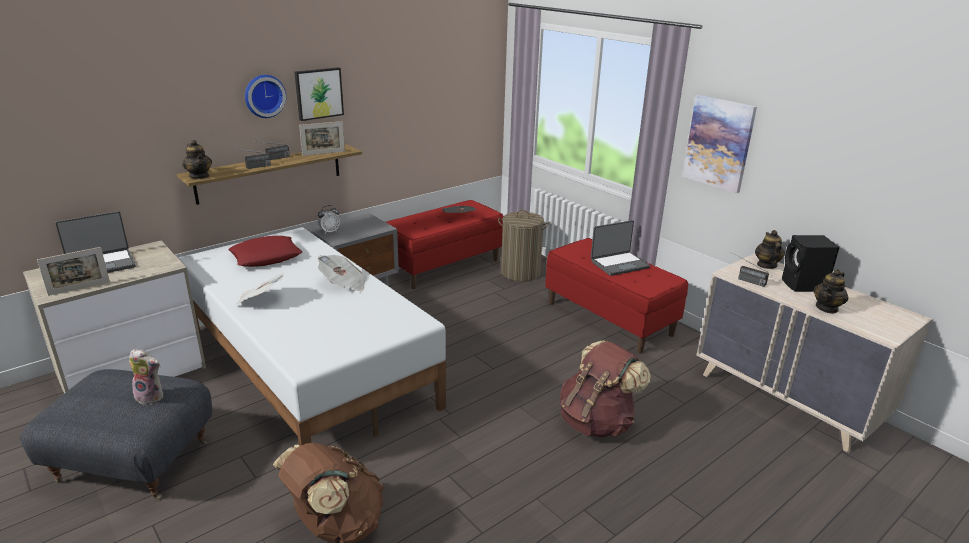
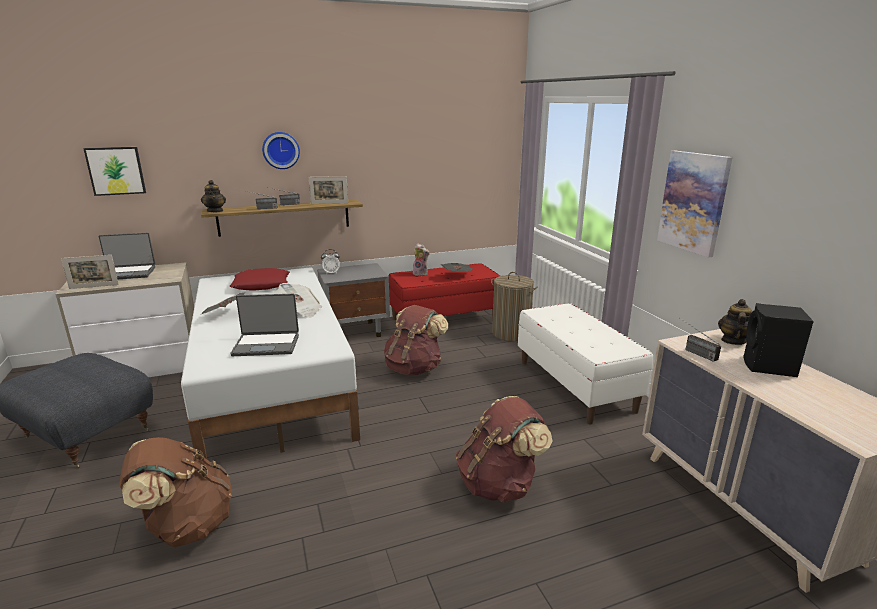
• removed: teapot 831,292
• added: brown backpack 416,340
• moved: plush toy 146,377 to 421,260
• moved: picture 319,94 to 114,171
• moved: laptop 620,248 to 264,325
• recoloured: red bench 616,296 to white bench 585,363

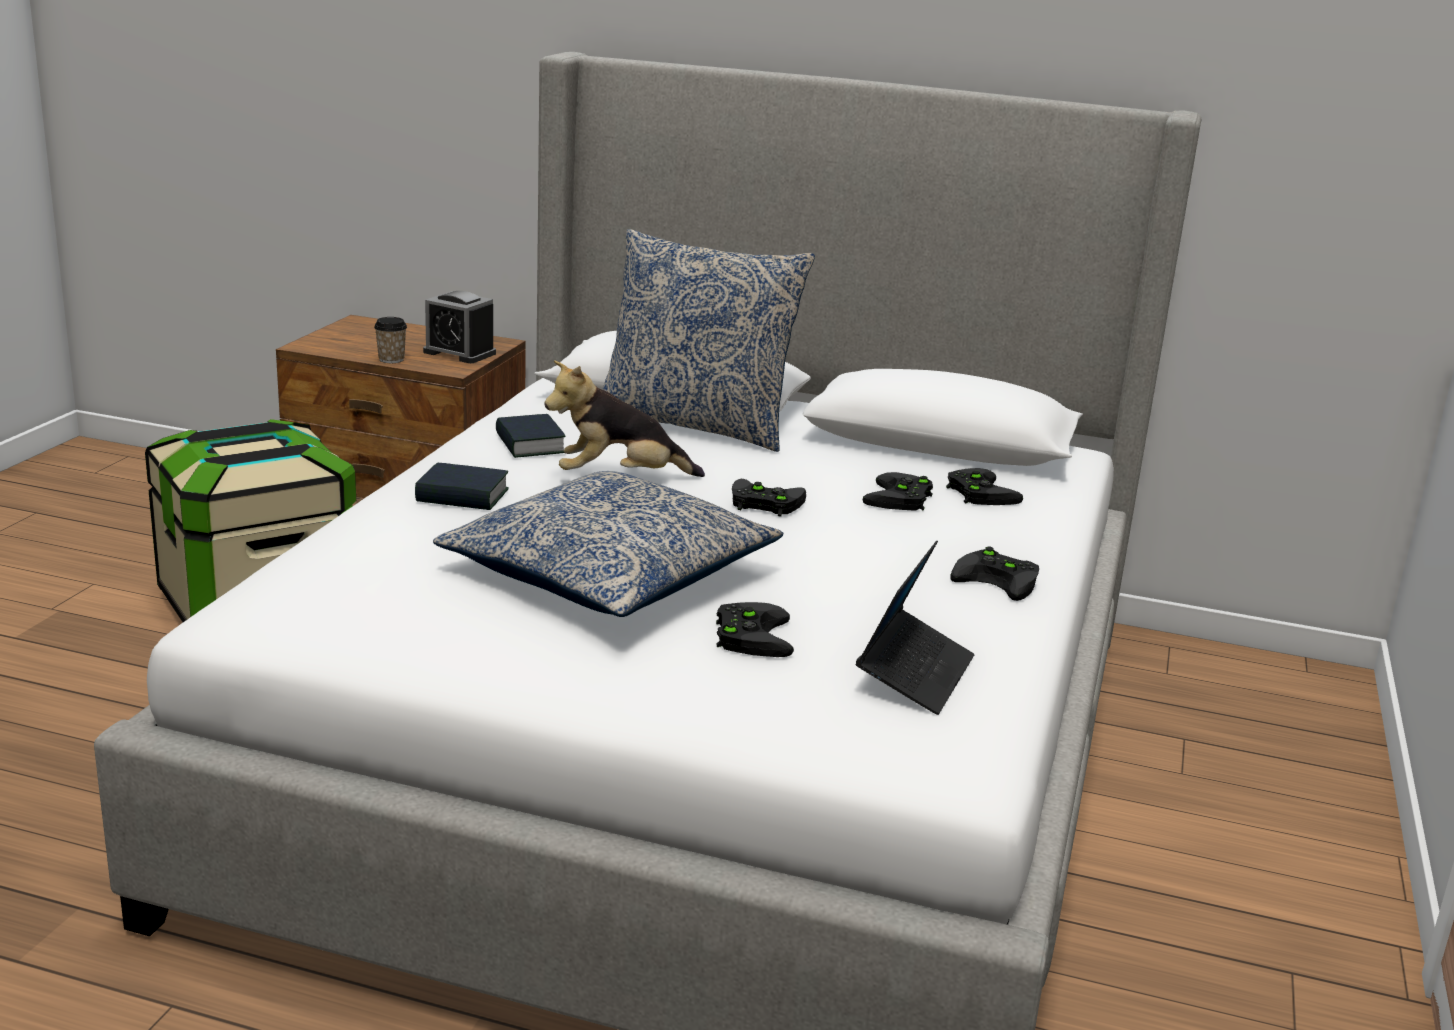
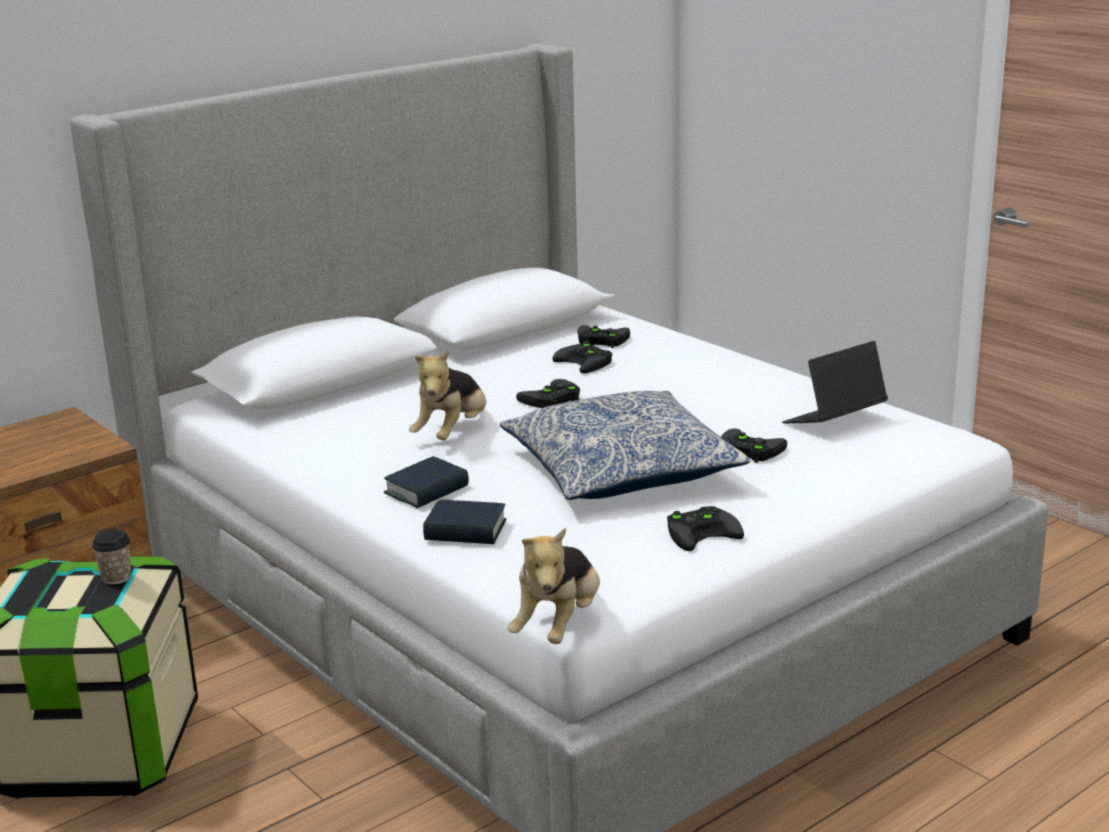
• removed: alarm clock 459,327
• removed: pillow 708,340
• added: plush toy 554,586
• moved: cup 390,340 to 111,557
• moved: book 531,436 to 464,522
• moved: black game controller 994,573 to 705,528
• turned: laptop 915,627 = 835,382 90 degrees counterclockwise

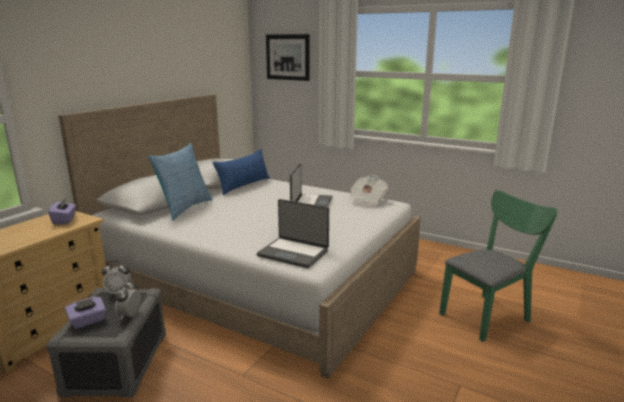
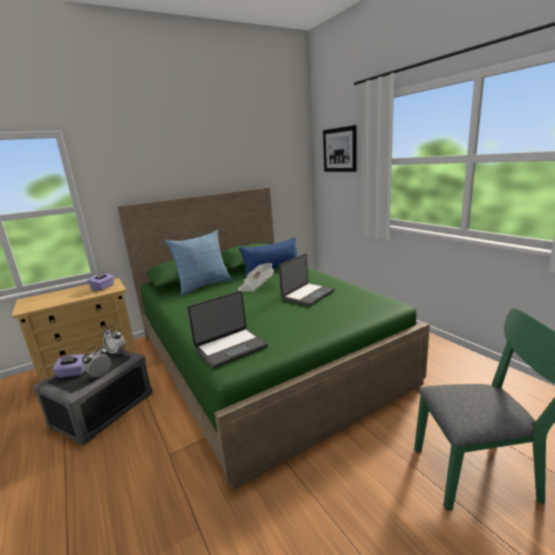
• moved: newspaper 369,191 to 256,277
• recoloured: white bed 240,236 to green bed 273,338
• turned: laptop 293,233 = 227,330 90 degrees counterclockwise

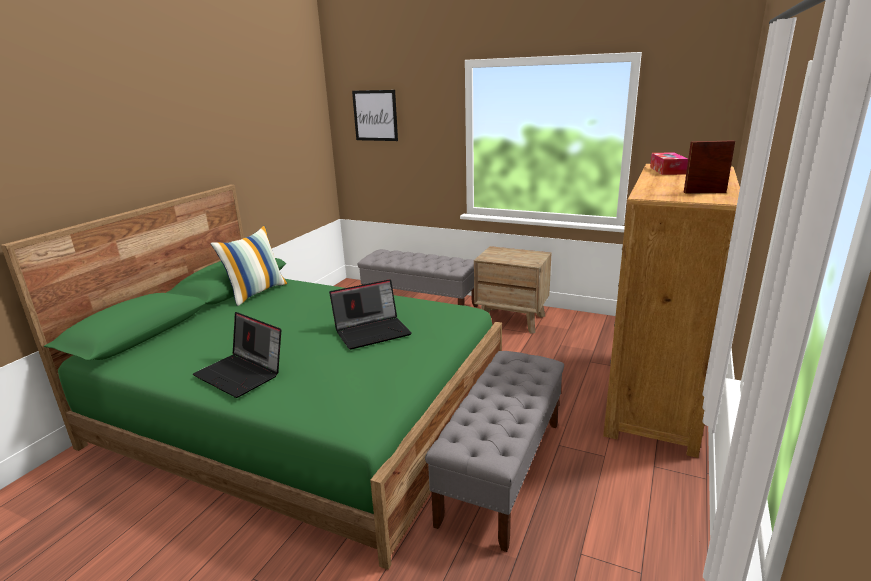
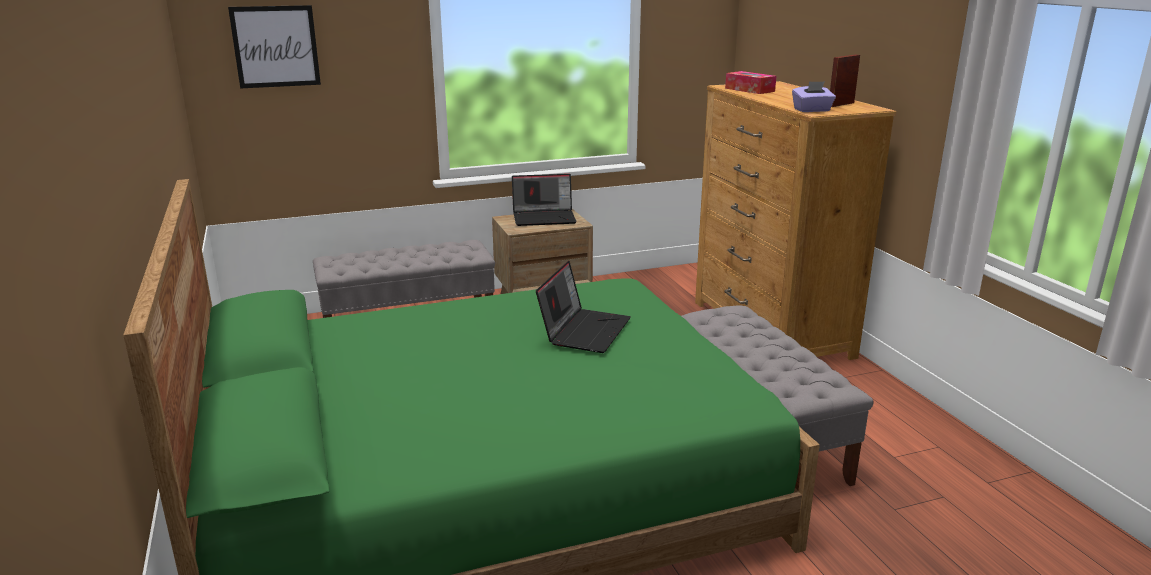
• removed: pillow 249,266
• added: purple tissue box 814,96
• moved: laptop 237,355 to 544,200

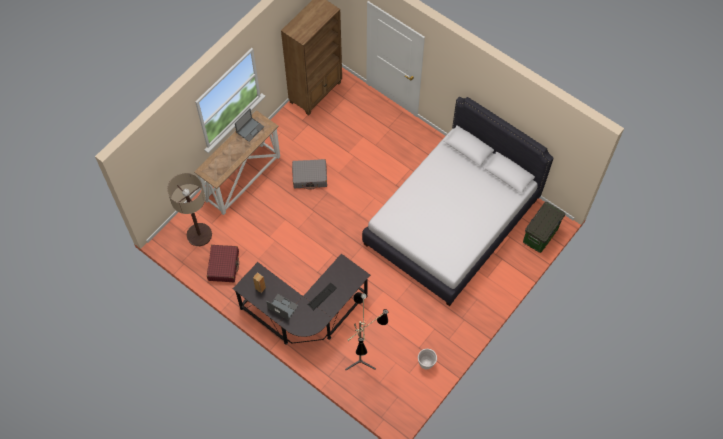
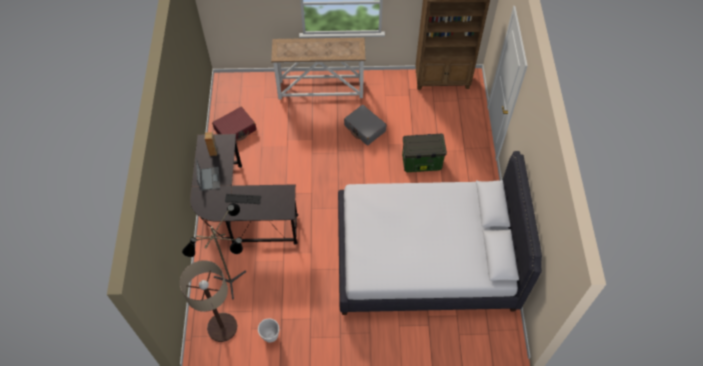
• removed: laptop 249,125
• moved: floor lamp 189,209 to 208,301
• moved: storage box 544,227 to 424,153

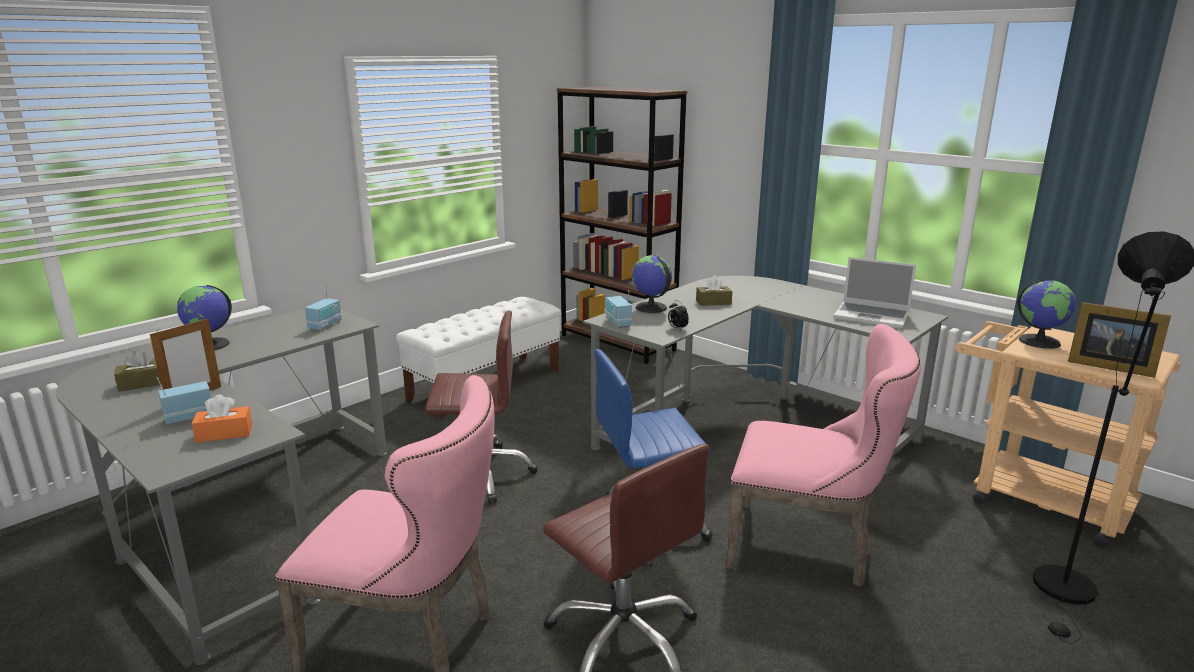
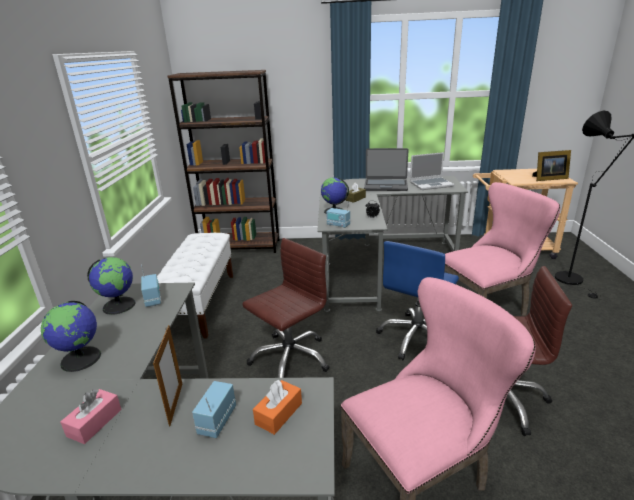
• added: laptop 386,169
• moved: globe 1046,314 to 111,286
• recoloured: brown tissue box 137,371 to pink tissue box 91,416

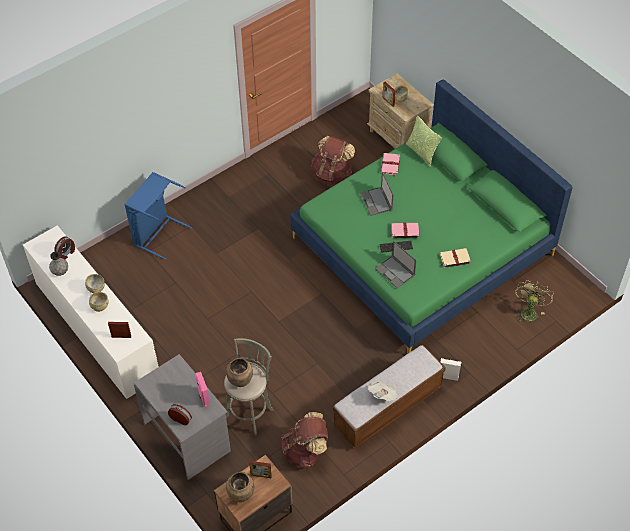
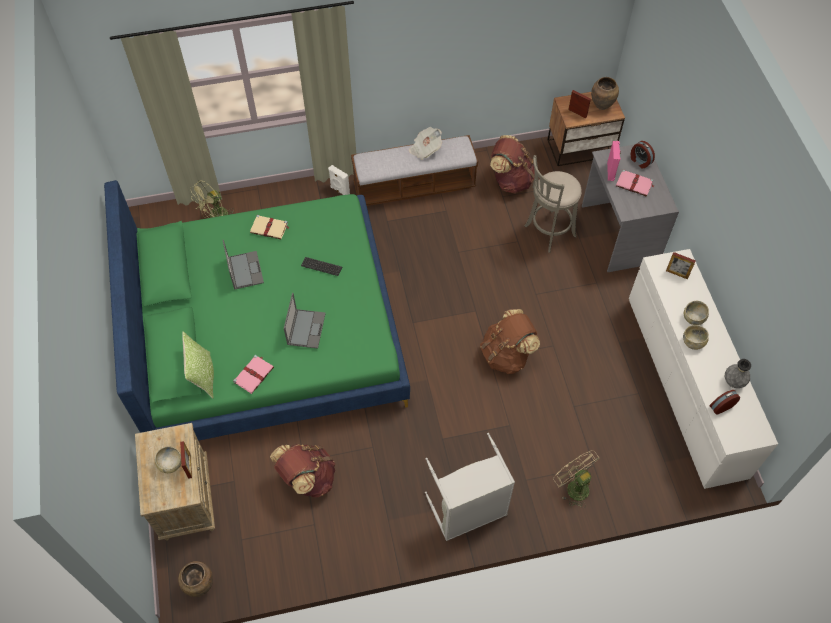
• added: grey laundry basket 470,487
• added: brown backpack 510,342
• moved: brown vase 239,372 to 195,579
• moved: laptop 396,264 to 243,265
• moved: pink book 404,231 to 635,183
• replaced: blue laundry basket 158,216 to beige fan 576,479

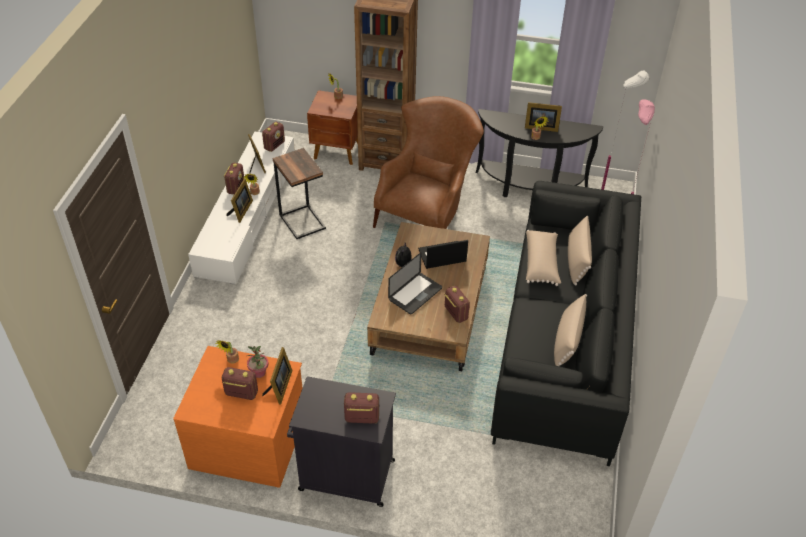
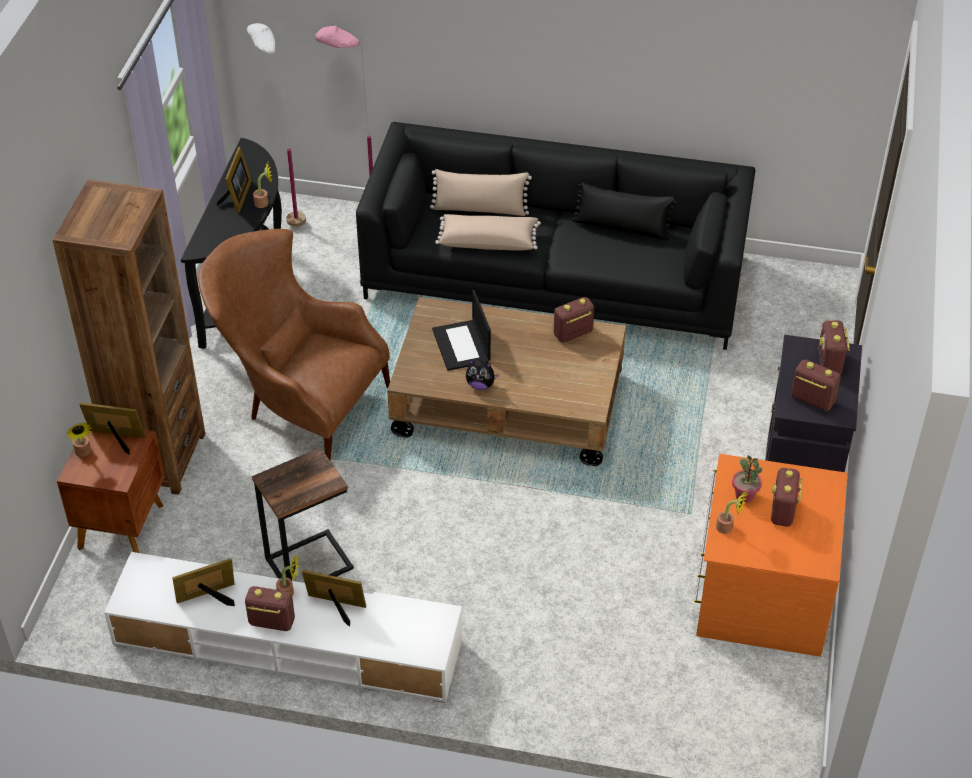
• removed: laptop 415,283
• moved: radio 273,137 to 816,385
• moved: picture frame 277,376 to 112,428
• recoloured: beige pillow 570,330 to black pillow 624,211

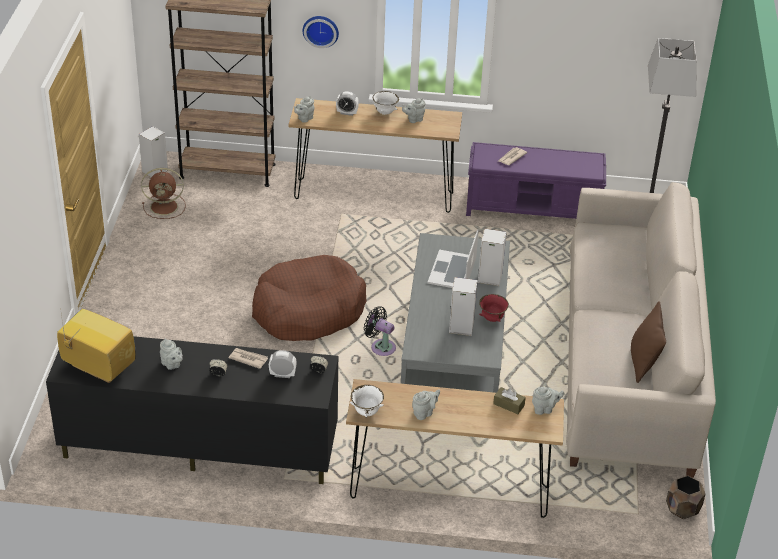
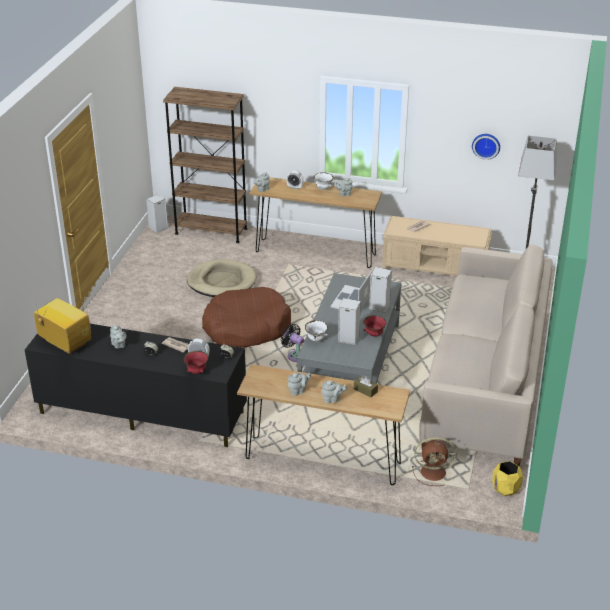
• removed: brown pillow 648,342
• added: red bowl 196,362
• added: beige dog bed 221,278
• moved: brown fan 163,193 to 434,461
• moved: wall clock 321,32 to 486,147
• moved: white bowl 367,401 to 316,331
• moved: grey teapot 548,401 to 334,391
• recoloured: purple bench 536,180 to beige bench 437,246
• recoloured: brown planter 685,497 to yellow planter 507,478

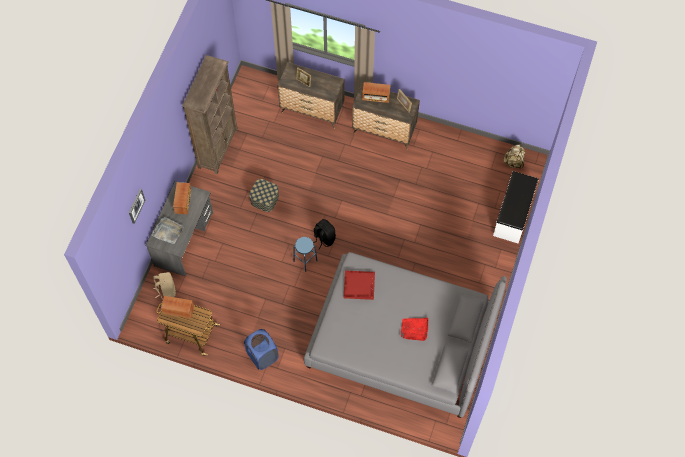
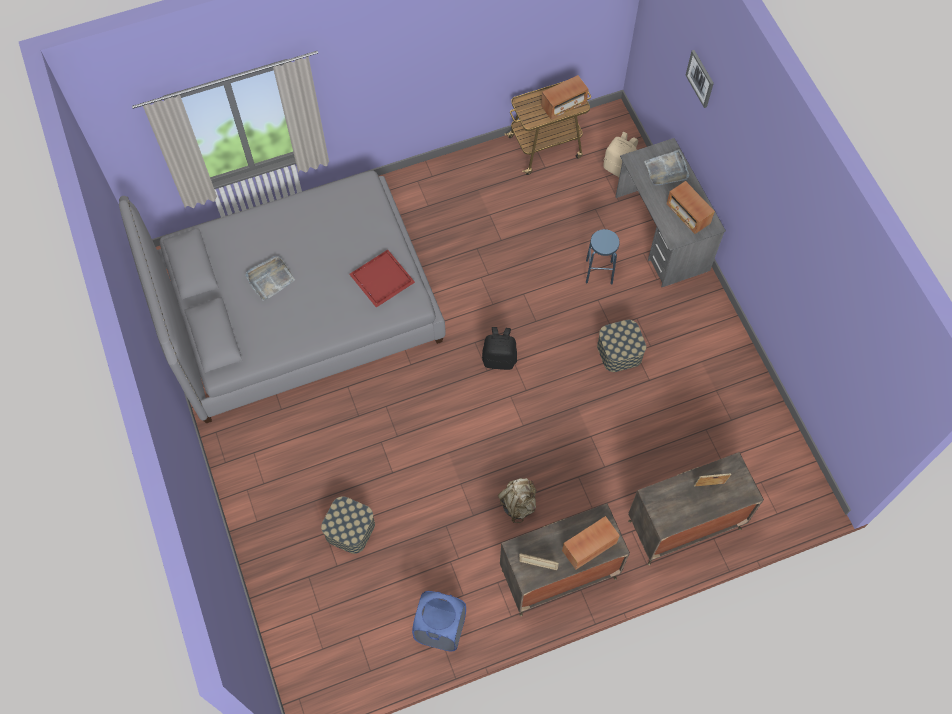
• removed: brown bookcase 210,114
• removed: white bench 516,207
• added: storage box 348,525
• moved: blue laundry basket 261,349 to 439,621
• moved: blue stool 305,254 to 603,257
• moved: beige backpack 515,156 to 517,500
• recoloured: red tray 414,329 to grey tray 270,278

